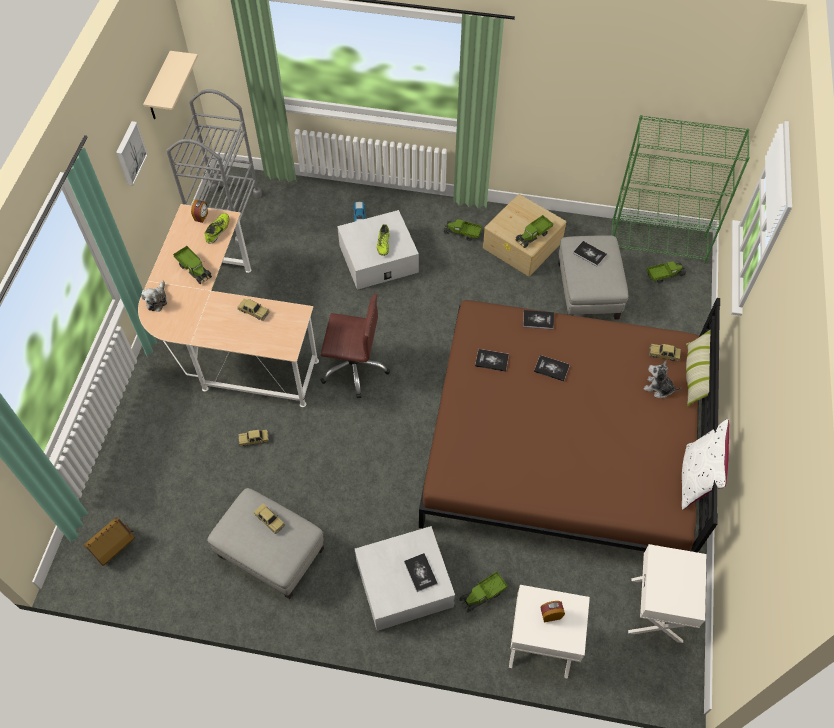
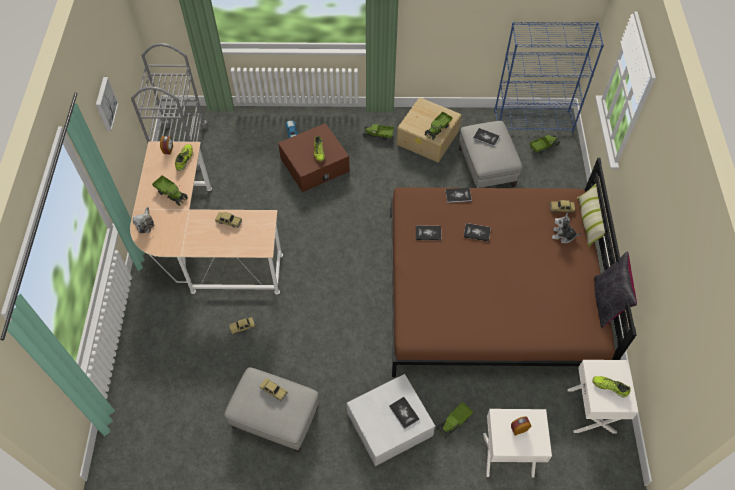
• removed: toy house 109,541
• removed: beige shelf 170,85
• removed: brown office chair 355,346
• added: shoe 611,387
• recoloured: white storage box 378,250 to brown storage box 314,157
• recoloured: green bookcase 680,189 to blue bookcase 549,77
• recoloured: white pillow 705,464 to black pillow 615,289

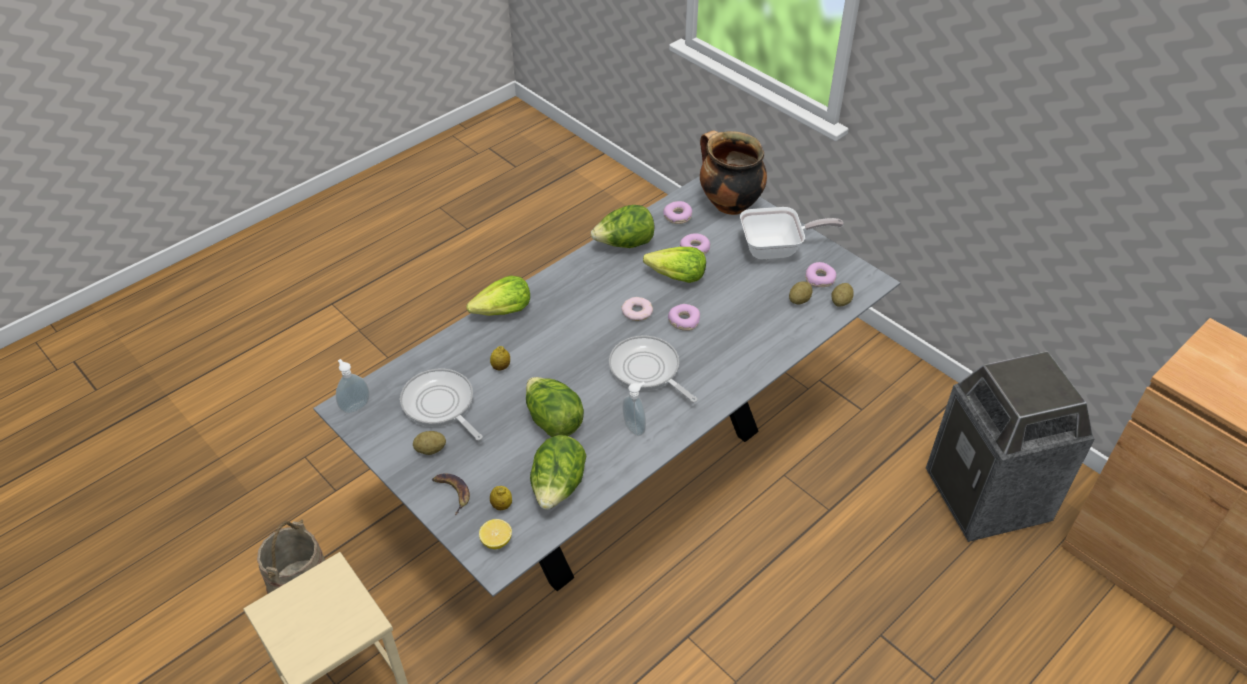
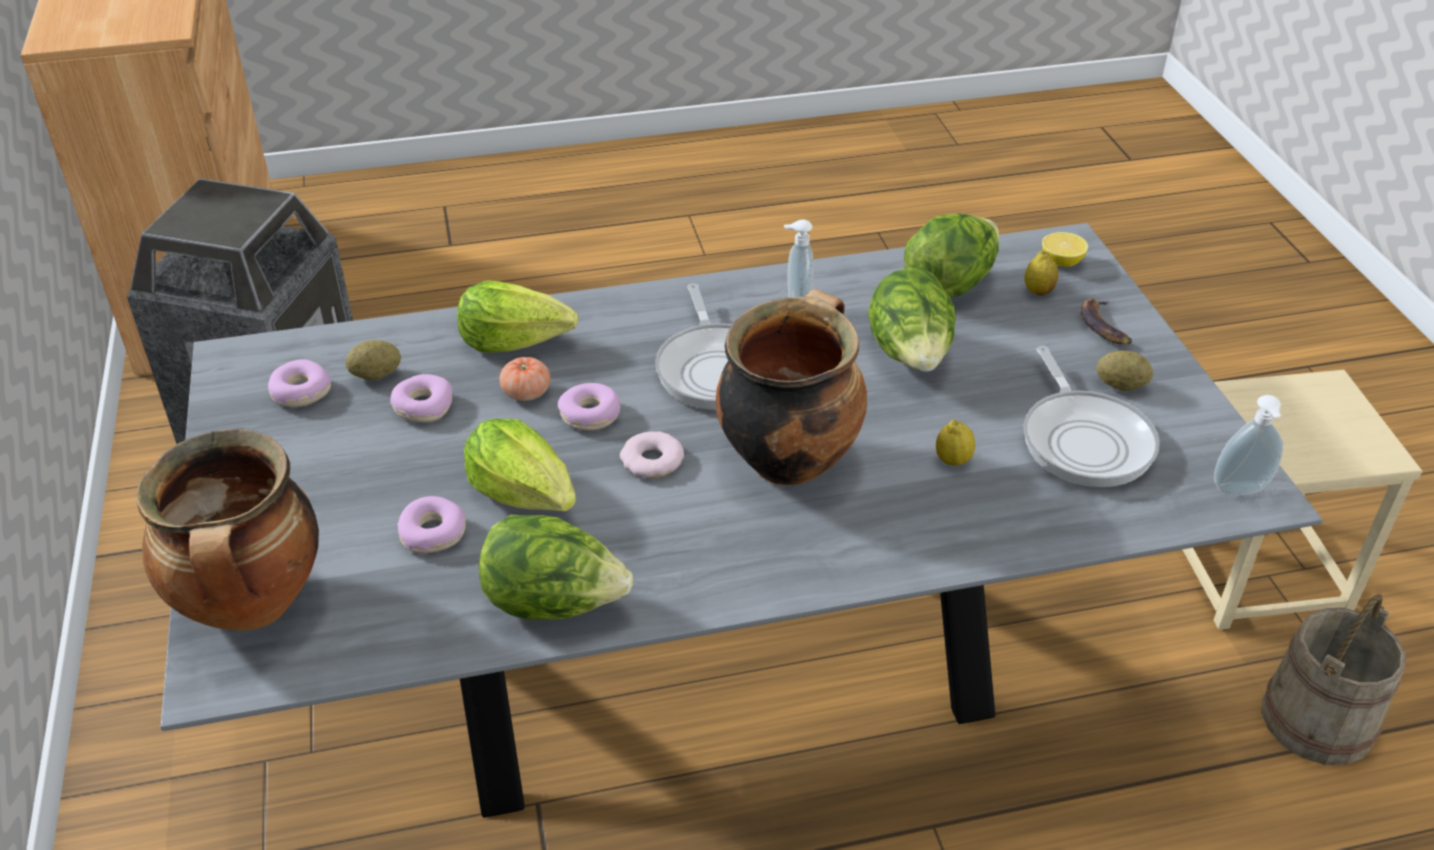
• removed: frying pan 792,233
• removed: potato 842,295
• added: tomato 524,379
• added: cooking pot 791,387
• moved: lettuce 498,296 to 517,316
• moved: donut 677,212 to 421,398

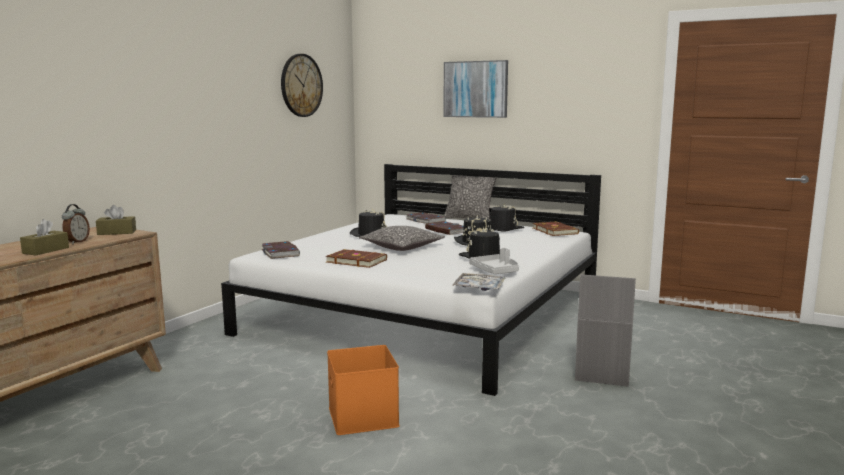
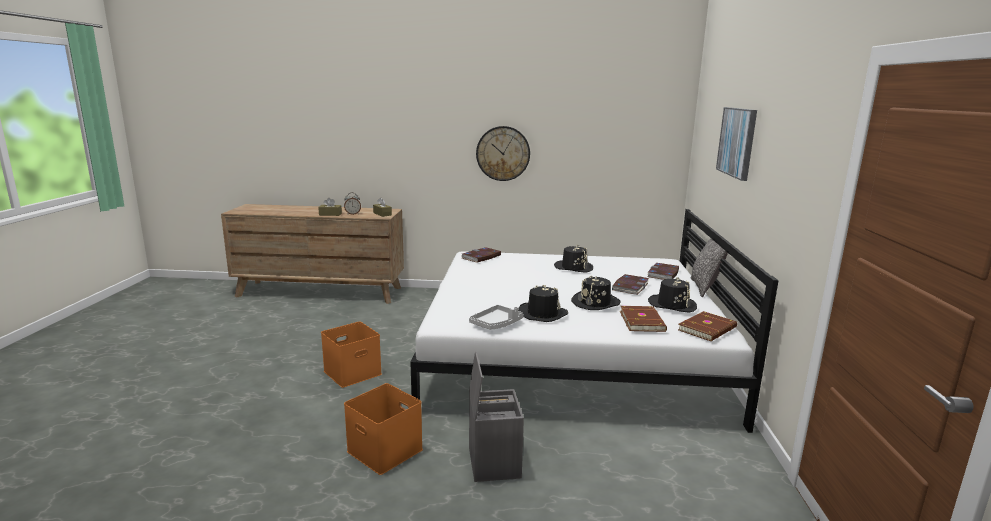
• removed: pillow 402,238
• removed: tray 478,282
• added: orange storage box 383,429
• moved: wall clock 302,85 to 503,153
• moved: brown book 356,258 to 643,319

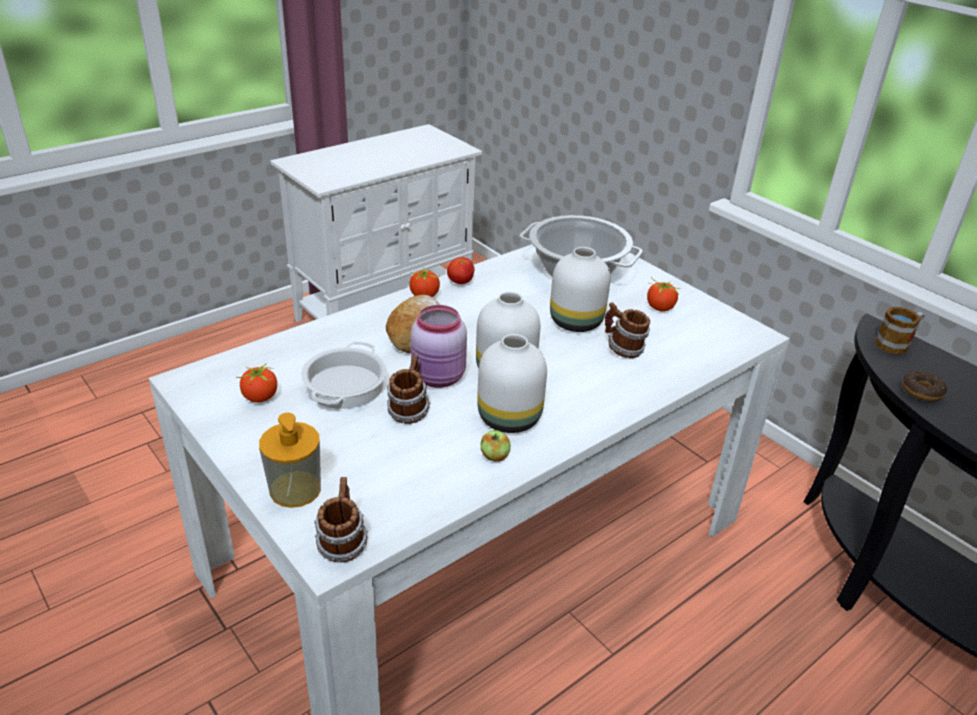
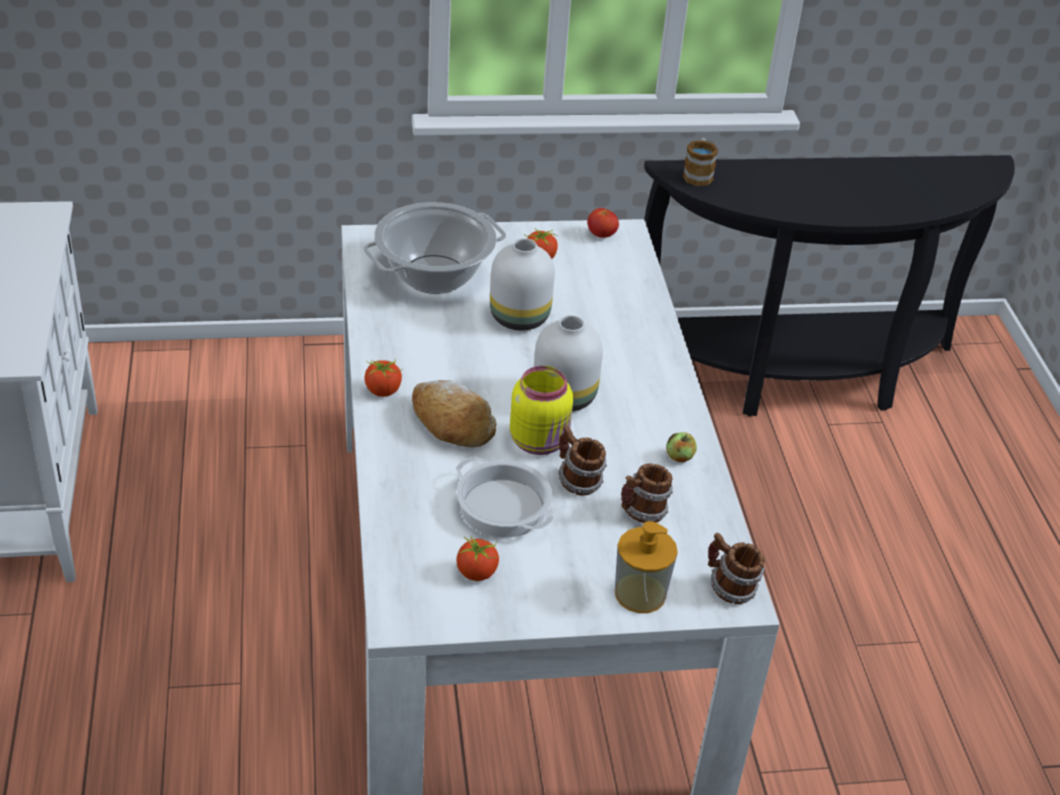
• removed: white vase 512,383
• removed: donut 924,386
• moved: tomato 460,270 to 603,223
• moved: mug 627,330 to 647,493
• recoloured: pink jar 439,346 to yellow jar 541,410

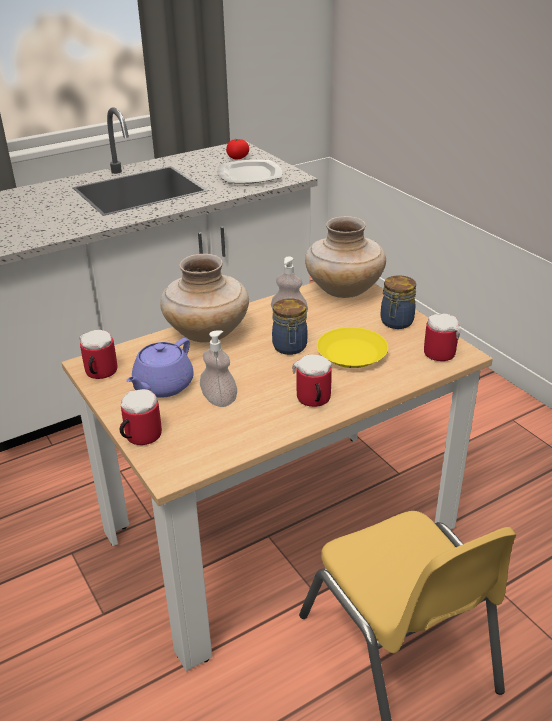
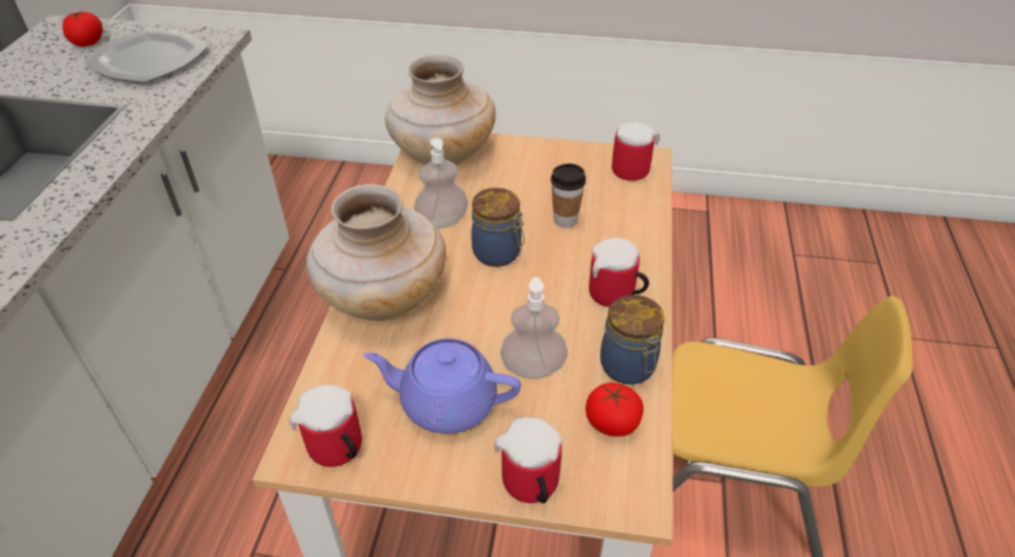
• added: tomato 615,410
• moved: jar 398,302 to 632,340
• replaced: yellow plate 352,347 to cup 568,196
• turned: purple teapot 160,368 = 442,386 120 degrees clockwise

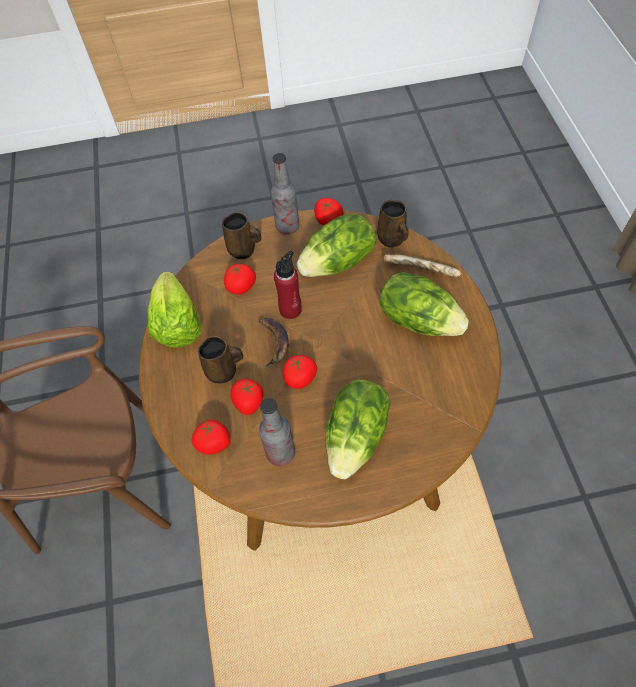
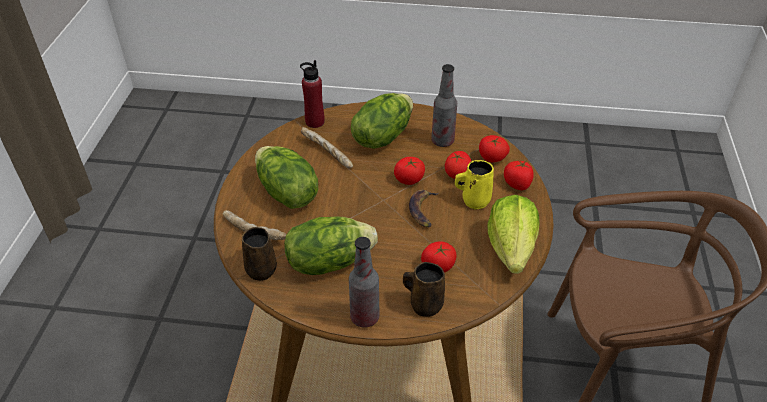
• added: bread 327,147
• moved: red bottle 288,285 to 312,94
• moved: tomato 329,212 to 519,175
• recoloured: brown mug 220,360 to yellow mug 474,184

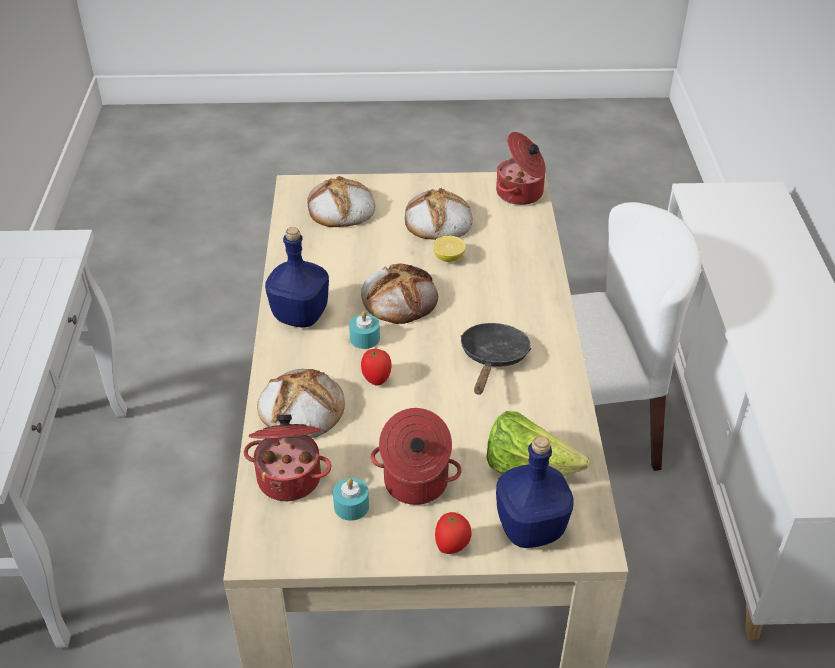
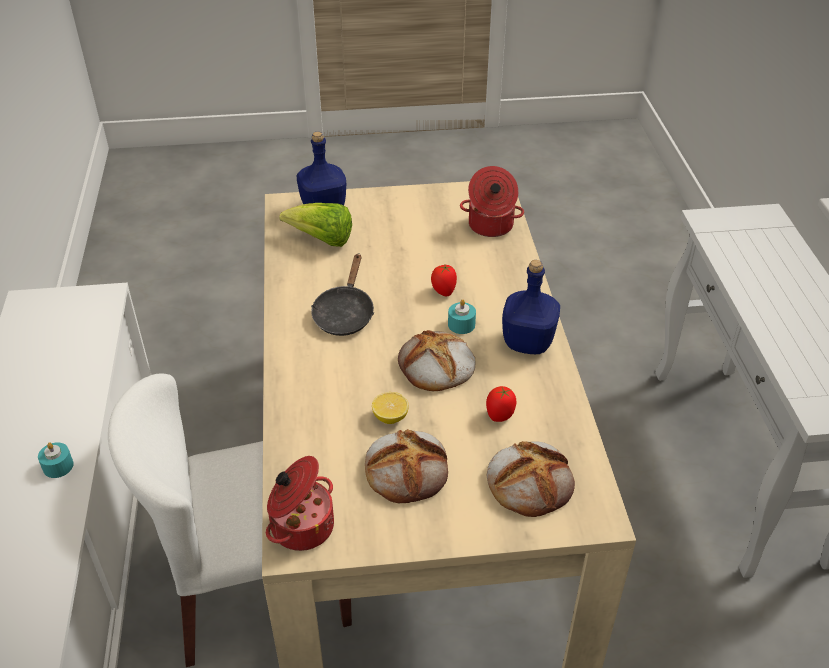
• removed: bread 301,403
• removed: cooking pot 416,456
• moved: turquoise candle 351,499 to 56,460
• moved: tomato 453,533 to 501,404

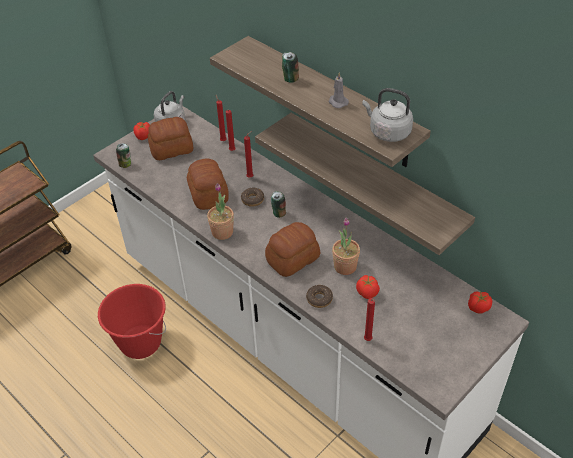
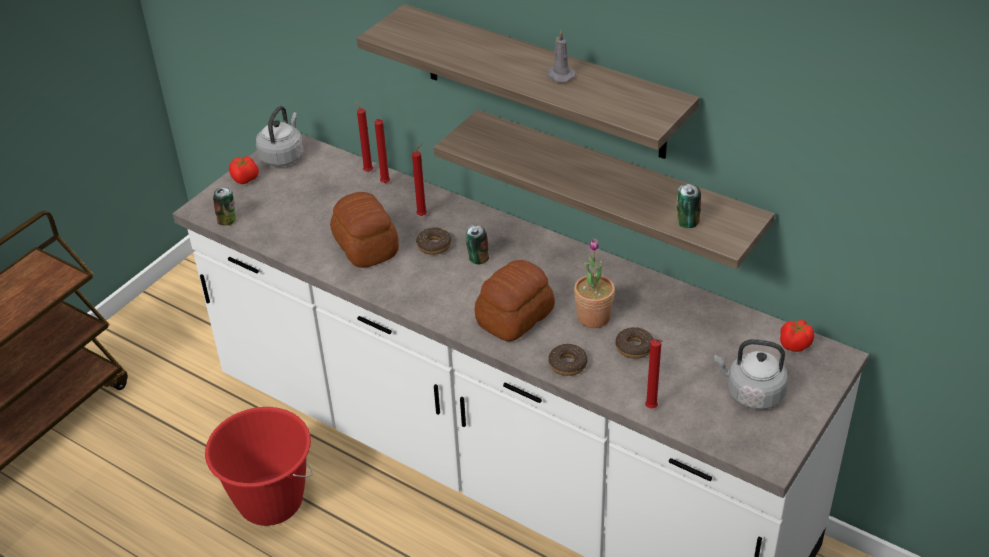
• removed: bread 170,138
• removed: potted plant 220,211
• moved: can 290,67 to 688,206
• moved: grey kettle 387,115 to 751,374
• replaced: tomato 368,287 to donut 634,343

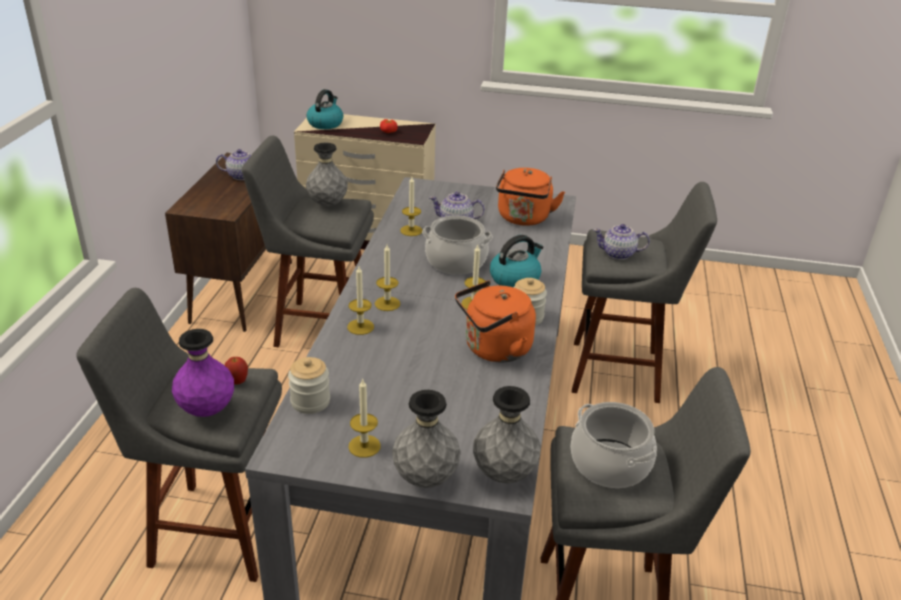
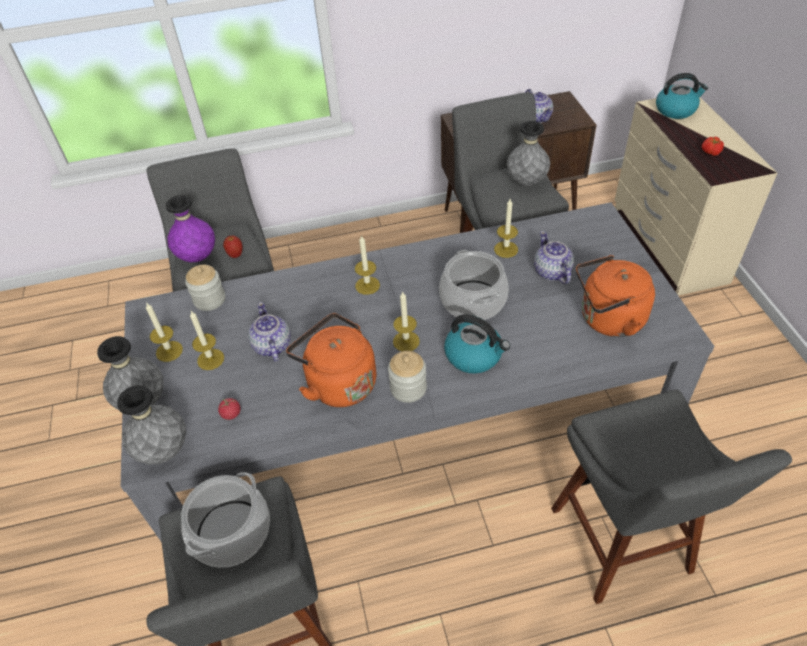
• added: tomato 229,409
• moved: candle 360,300 to 207,340
• moved: teapot 621,242 to 269,332

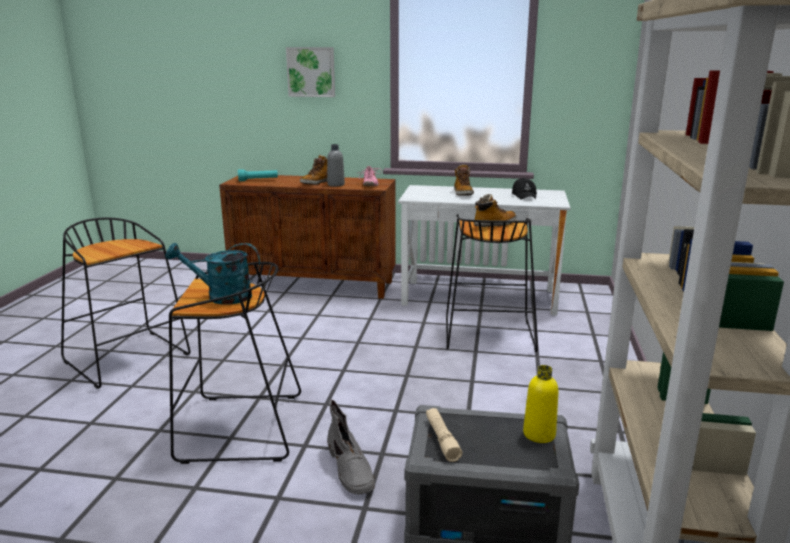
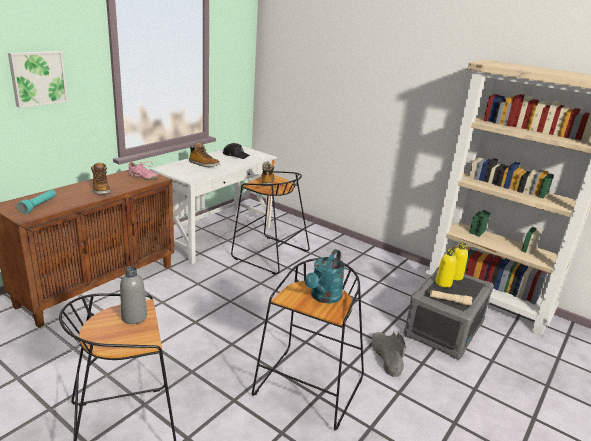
• added: yellow bottle 446,268
• moved: grey bottle 336,165 to 133,295
• turned: grey boot 351,447 = 389,354 105 degrees counterclockwise

